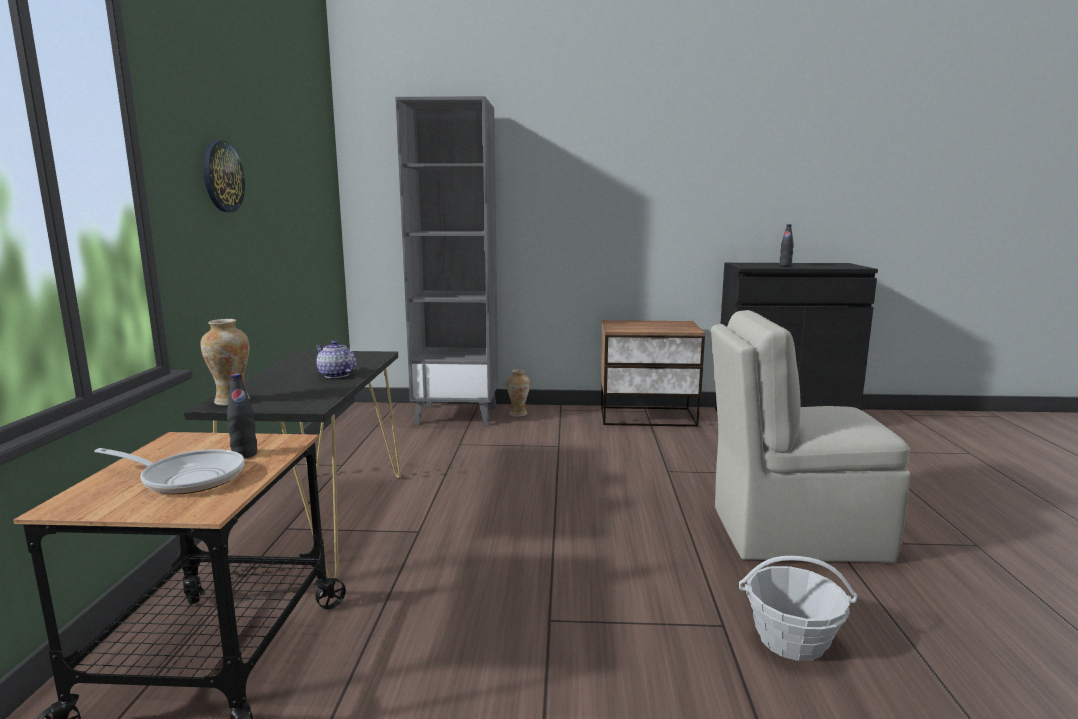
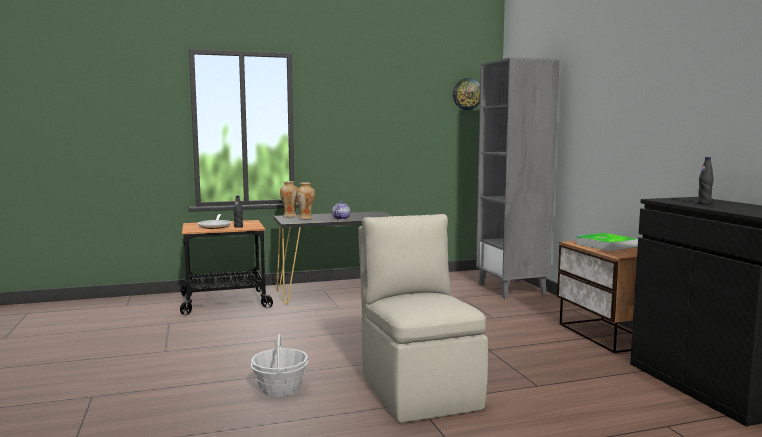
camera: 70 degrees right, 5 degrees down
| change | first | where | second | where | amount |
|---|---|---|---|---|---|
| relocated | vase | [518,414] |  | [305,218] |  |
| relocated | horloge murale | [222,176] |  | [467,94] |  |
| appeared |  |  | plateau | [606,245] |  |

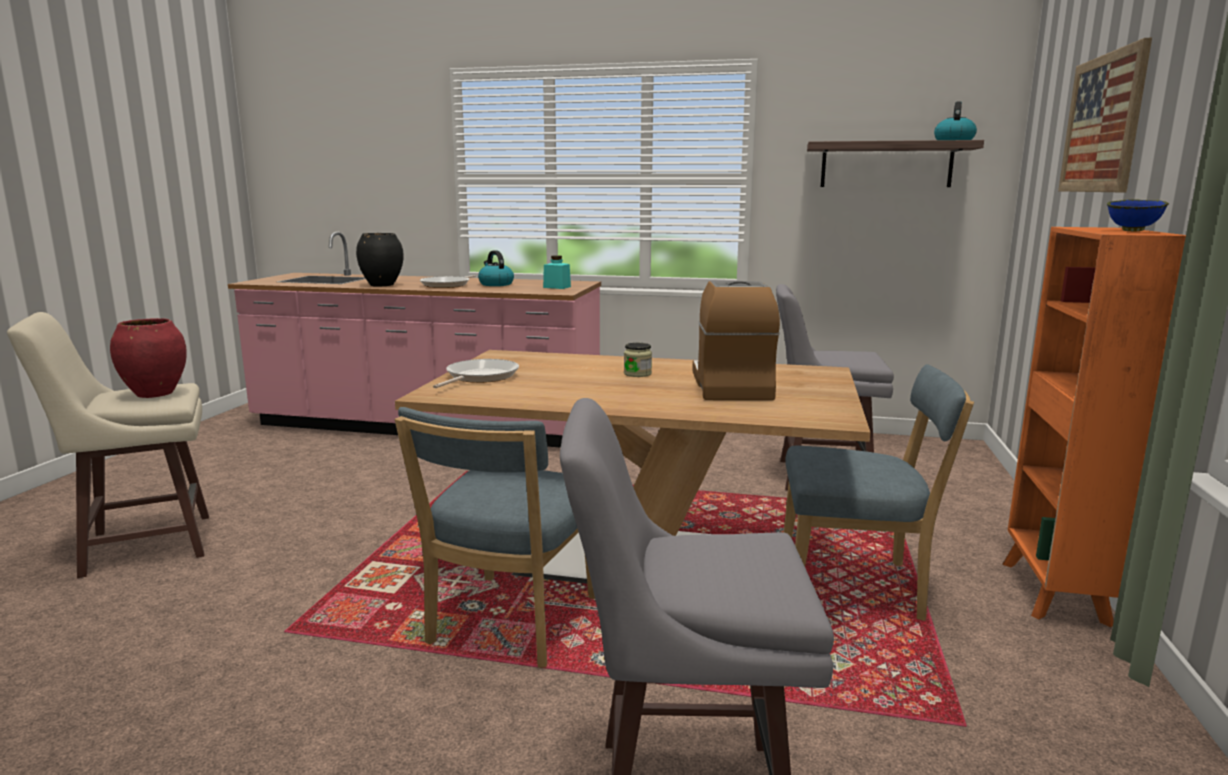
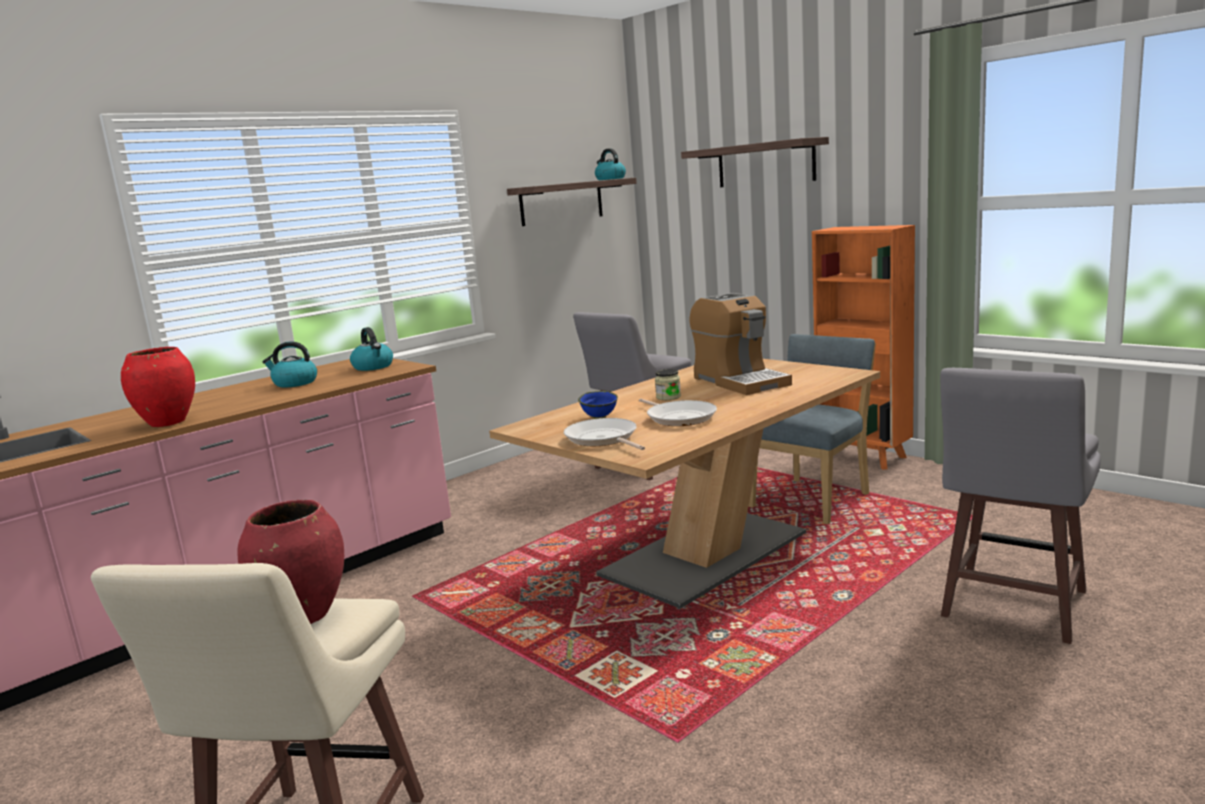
camera: 55 degrees left, 0 degrees up
| change | first | where | second | where | amount |
|---|---|---|---|---|---|
| colour | vase [noir] | [382,285] | vase [rouge] | [167,423] |  |
| exchanged | bocal [turquoise] | [557,287] | bouilloire | [373,367] |  |
| relocated | bol [bleu] | [1133,231] |  | [600,418] |  |
| relocated | poêle | [447,285] |  | [679,417] |  |
| exchanged | tableau | [1102,124] | étagère | [765,164] |  |
| spun | machine à café | [731,386] |  | [739,381] | 150 degrees counterclockwise |
| missing | chaise [bleu] | [509,624] |  |  |  |

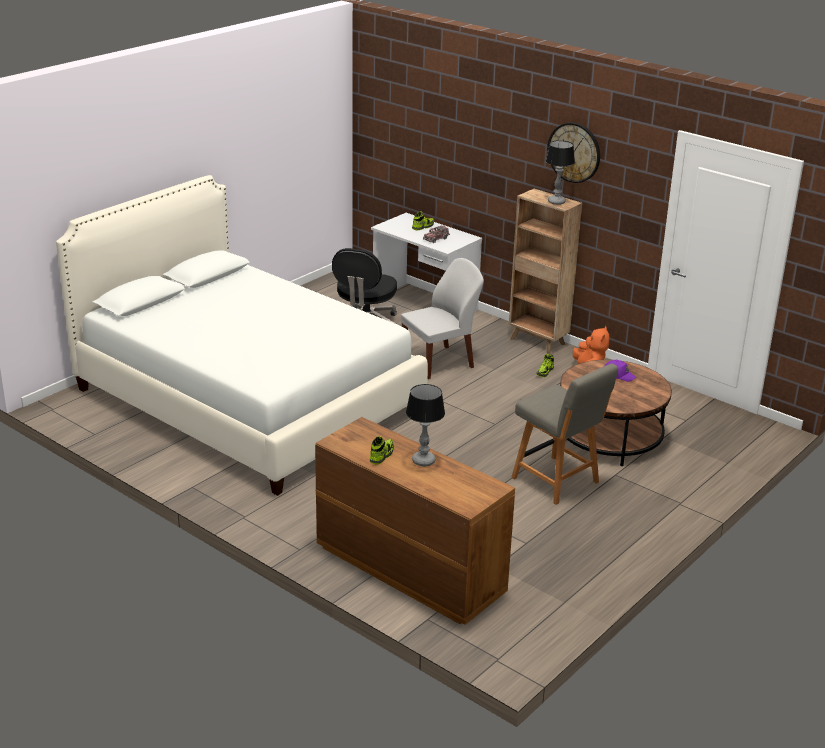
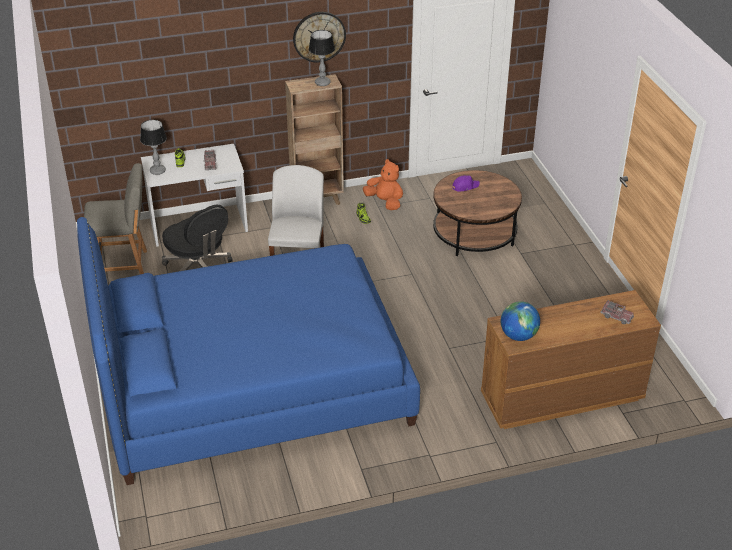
camera: 55 degrees left, 10 degrees up
| change | first | where | second | where | amount |
|---|---|---|---|---|---|
| colour | lit [blanc] | [248,399] | lit [bleu] | [252,384] |  |
| relocated | chaise [gris] | [557,481] |  | [124,267] |  |
| relocated | lampe de table | [423,461] |  | [157,171] |  |
| appeared |  |  | globe | [518,336] |  |
| appeared |  |  | camion jouet | [616,316] |  |
| missing | chaussure | [381,455] |  |  |  |

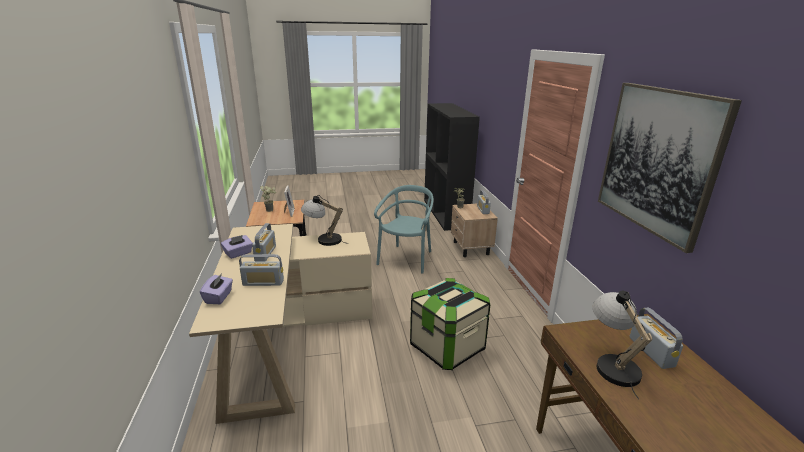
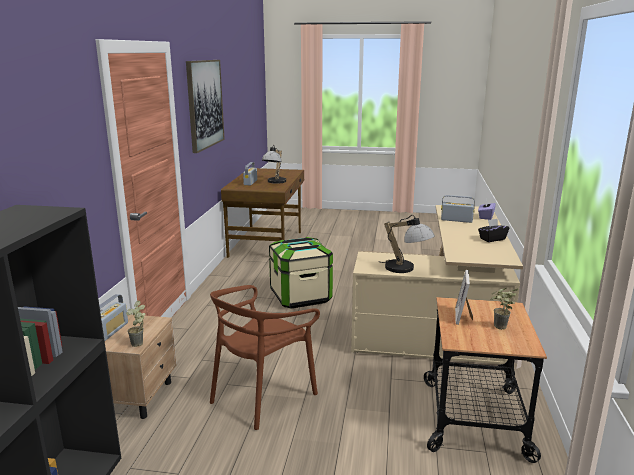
camera: 160 degrees left, 5 degrees down
| change | first | where | second | where | amount |
|---|---|---|---|---|---|
| colour | chaise [turquoise] | [406,259] | chaise [marron] | [262,396] |  |
| colour | boîte à mouchoirs [violet] | [238,253] | boîte à mouchoirs [noir] | [492,239] |  |
| missing | radio | [265,253] |  |  |  |

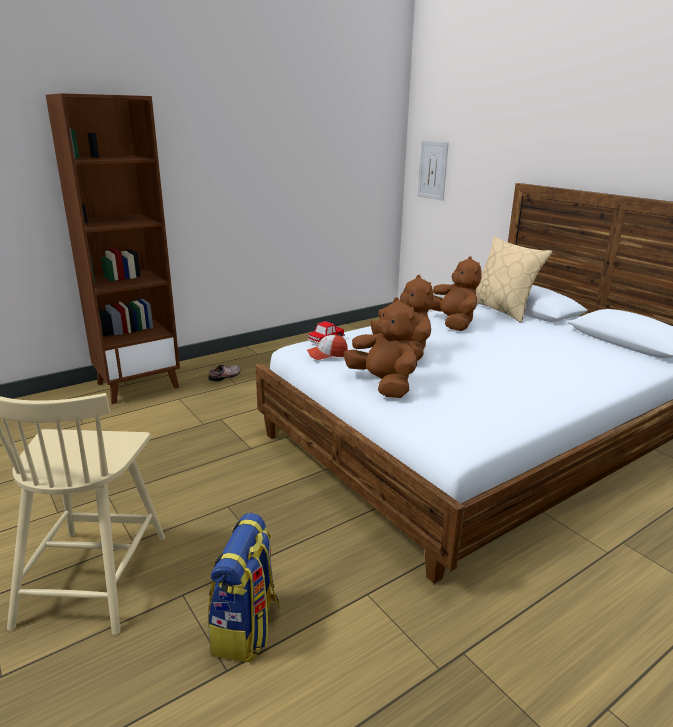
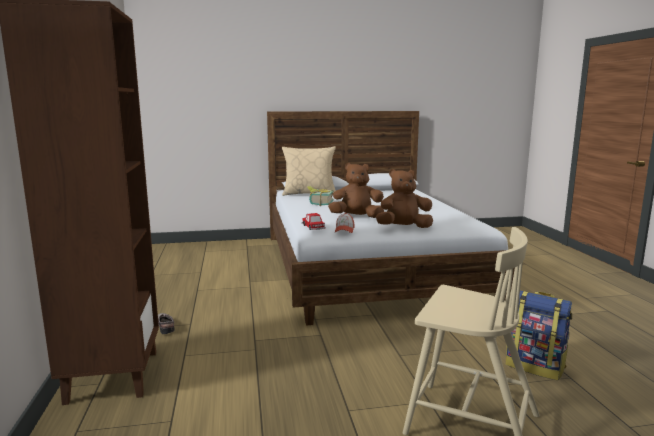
camera: 65 degrees left, 10 degrees down
| change | first | where | second | where | amount |
|---|---|---|---|---|---|
| exchanged | peluche [marron] | [453,323] | livre | [318,203] |  |
| missing | tableau | [432,170] |  |  |  |

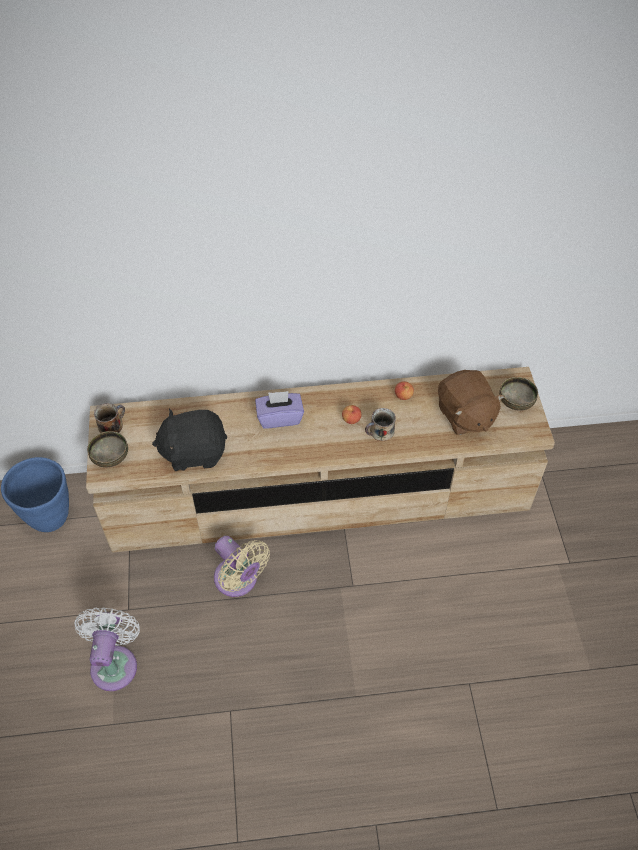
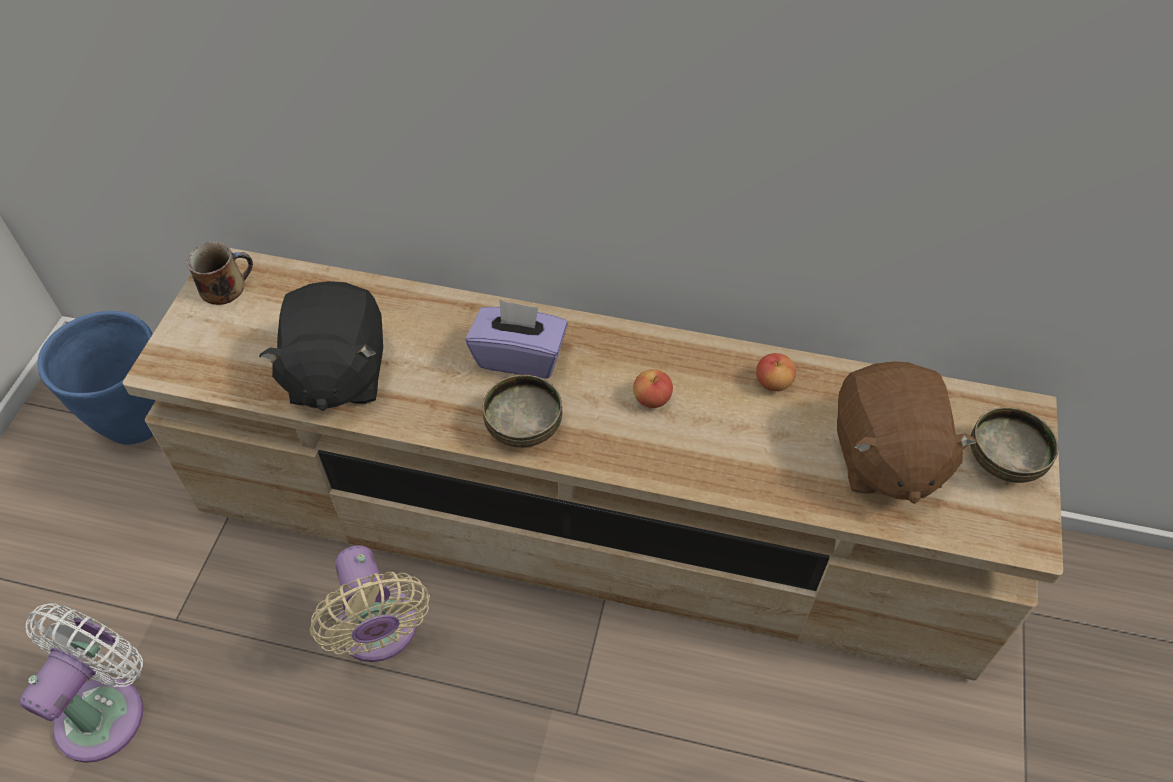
camera: 20 degrees right, 0 degrees up
| change | first | where | second | where | amount |
|---|---|---|---|---|---|
| spun | peluche [noir] | [194,452] |  | [336,374] | 105 degrees counterclockwise |
| relocated | bol | [110,458] |  | [523,428] |  |
| missing | mug | [380,432] |  |  |  |

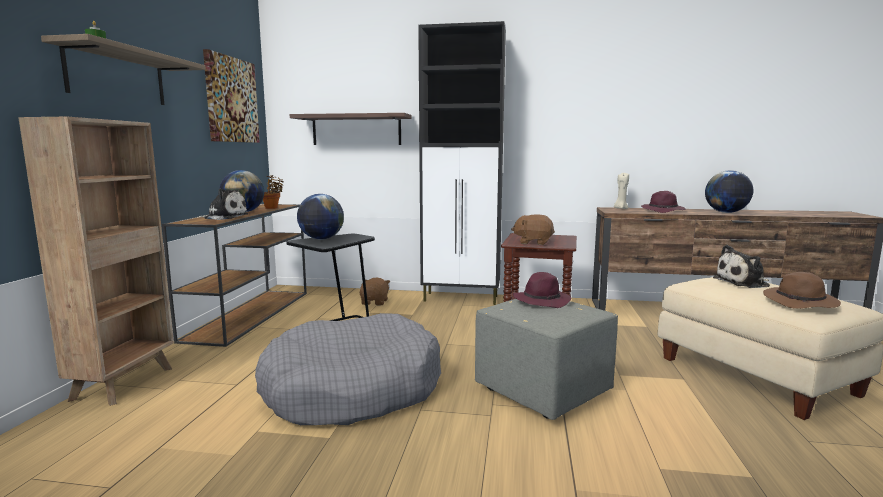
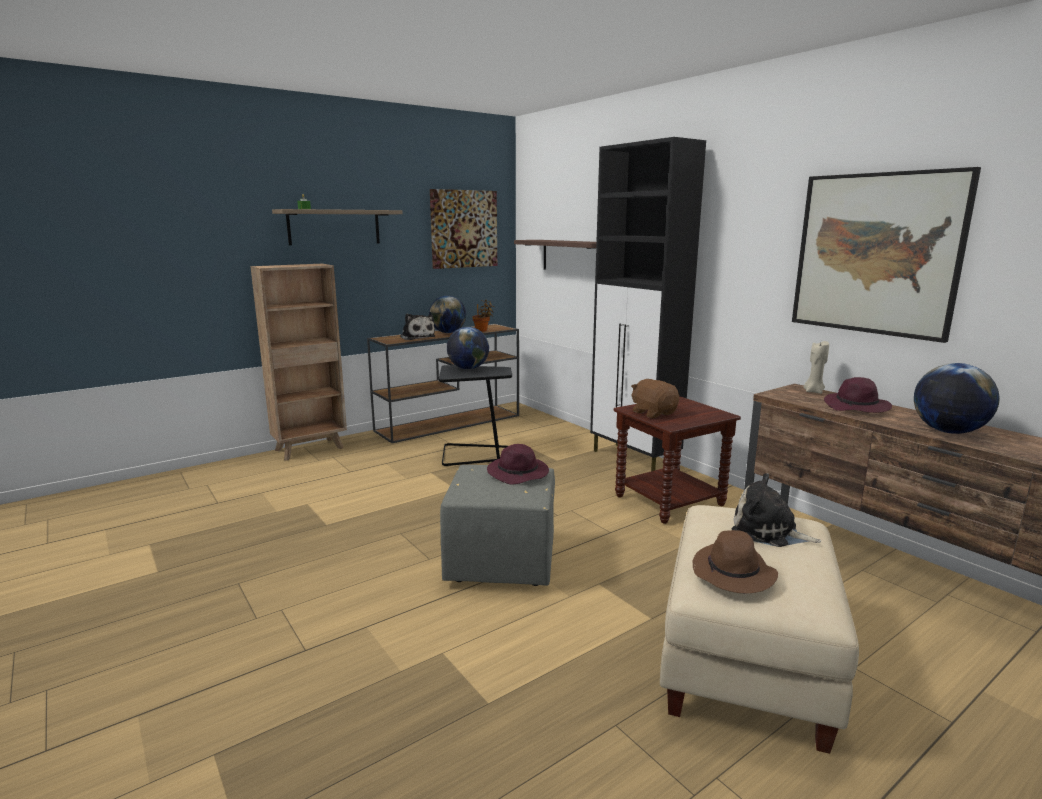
camera: 45 degrees right, 5 degrees up
| change | first | where | second | where | amount |
|---|---|---|---|---|---|
| appeared |  |  | tableau | [876,254] |  |
| missing | panier pour chien [gris] | [352,389] |  |  |  |
| missing | peluche [marron] | [375,302] |  |  |  |

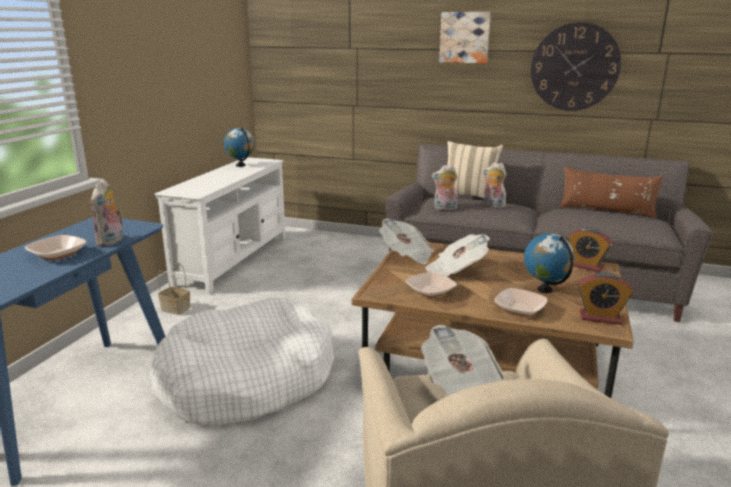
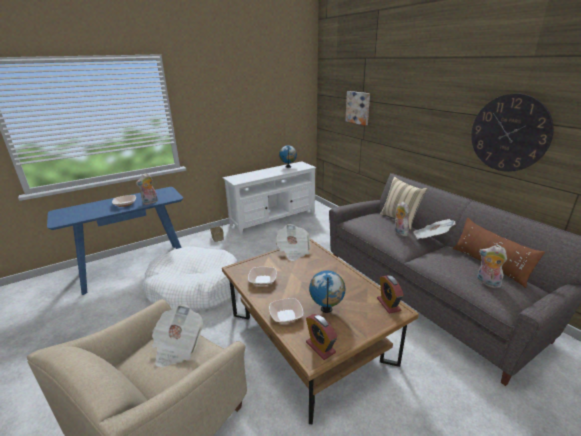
camera: 40 degrees right, 5 degrees up
| change | first | where | second | where | amount |
|---|---|---|---|---|---|
| relocated | tableau | [464,37] |  | [358,107] |  |
| relocated | journal | [456,270] |  | [431,237] |  |
| relocated | peluche | [444,208] |  | [487,283] |  |

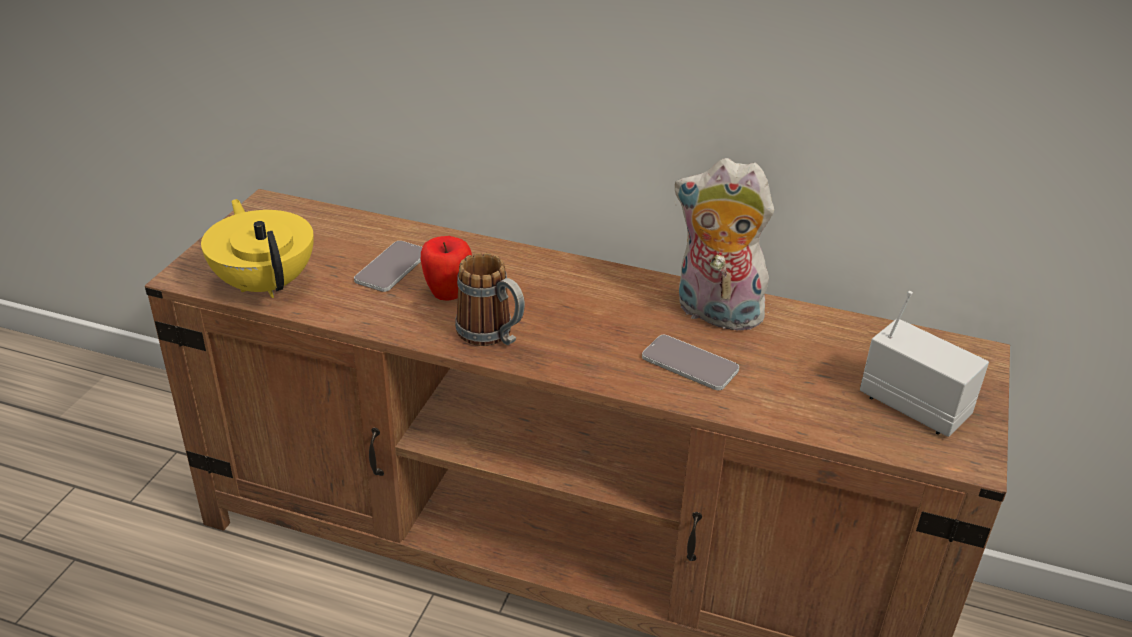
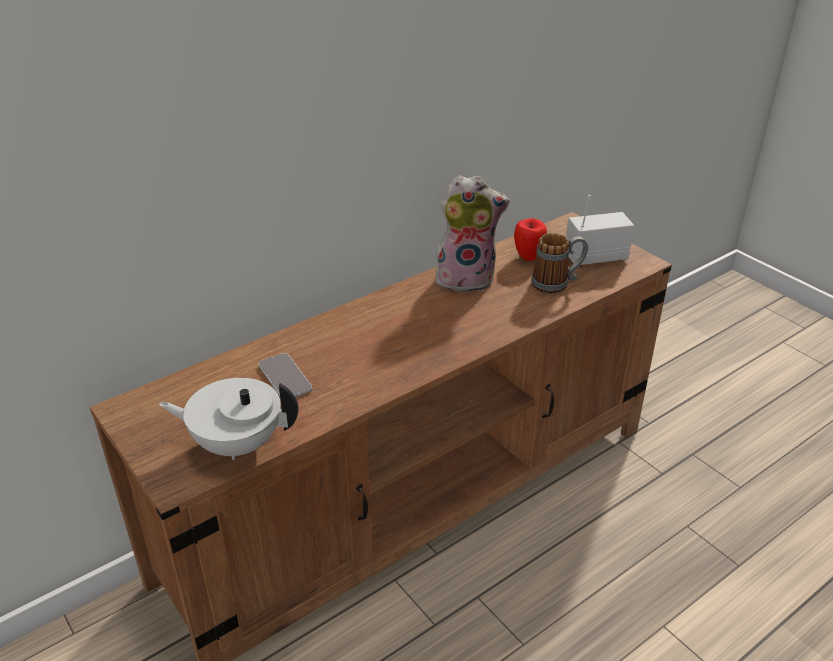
camera: 55 degrees left, 0 degrees up
| change | first | where | second | where | amount |
|---|---|---|---|---|---|
| colour | théière [jaune] | [266,283] | théière [blanc] | [237,443] |  |
| spun | peluche | [714,314] |  | [466,279] | 150 degrees counterclockwise |
| relocated | pomme | [448,294] |  | [528,256] |  |
| relocated | mug | [492,336] |  | [557,283] |  |
| missing | téléphone | [689,364] |  |  |  |

